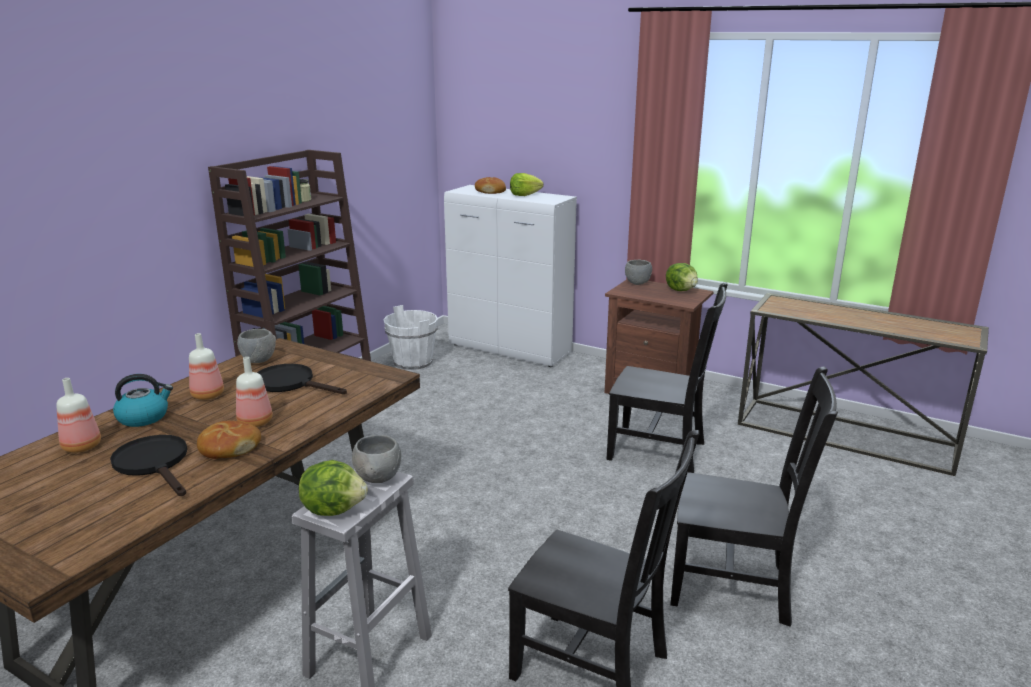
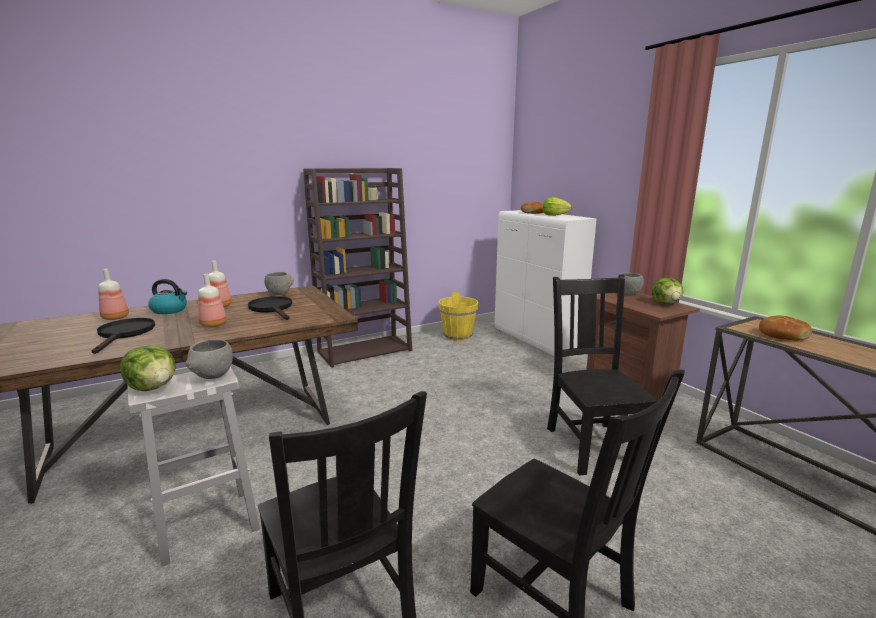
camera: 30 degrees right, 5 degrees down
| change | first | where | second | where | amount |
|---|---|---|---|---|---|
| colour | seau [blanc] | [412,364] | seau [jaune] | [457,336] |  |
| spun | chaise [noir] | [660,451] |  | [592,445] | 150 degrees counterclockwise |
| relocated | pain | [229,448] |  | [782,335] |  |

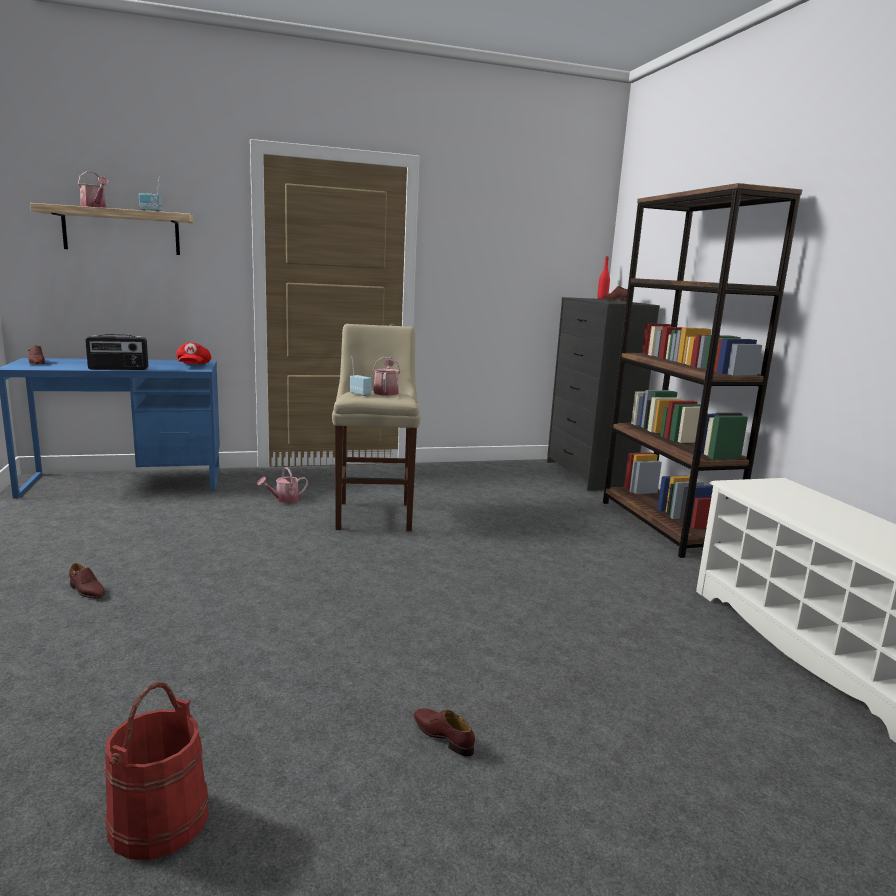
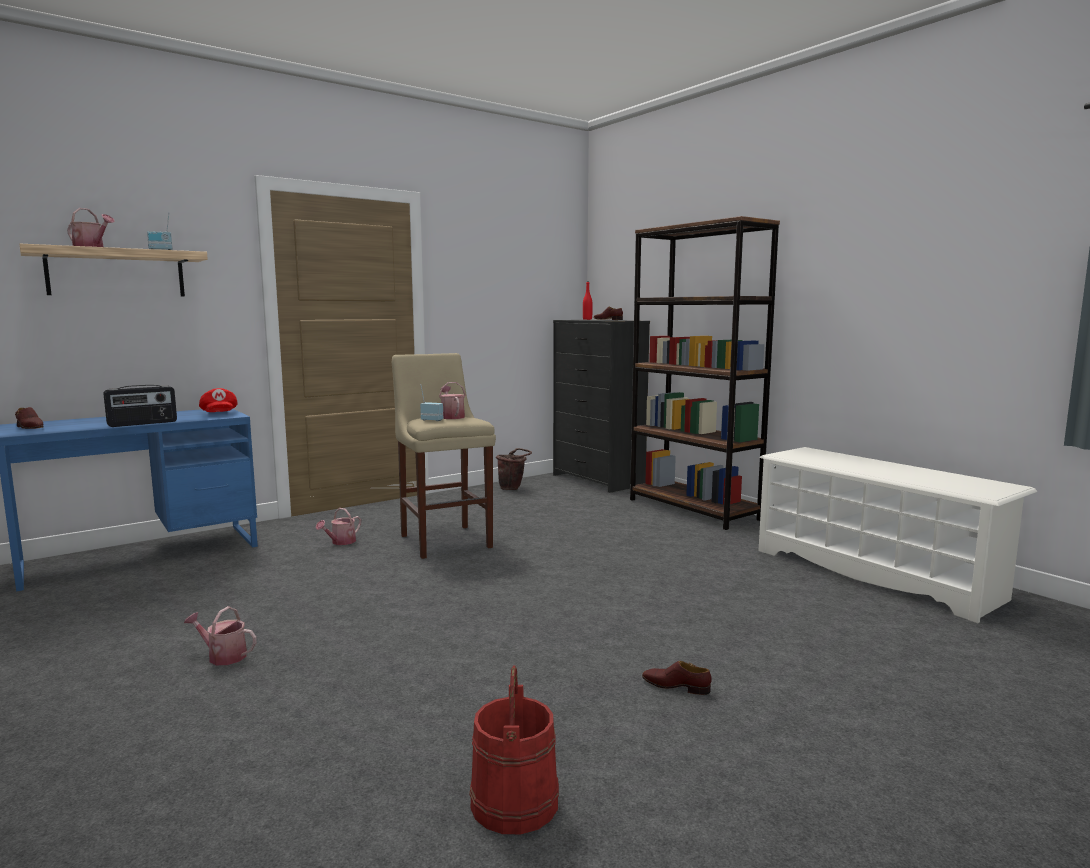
camera: 20 degrees left, 5 degrees down
| change | first | where | second | where | amount |
|---|---|---|---|---|---|
| exchanged | chaussure [marron] | [86,591] | arrosoir | [223,656] |  |
| appeared |  |  | seau [marron] | [513,488] |  |

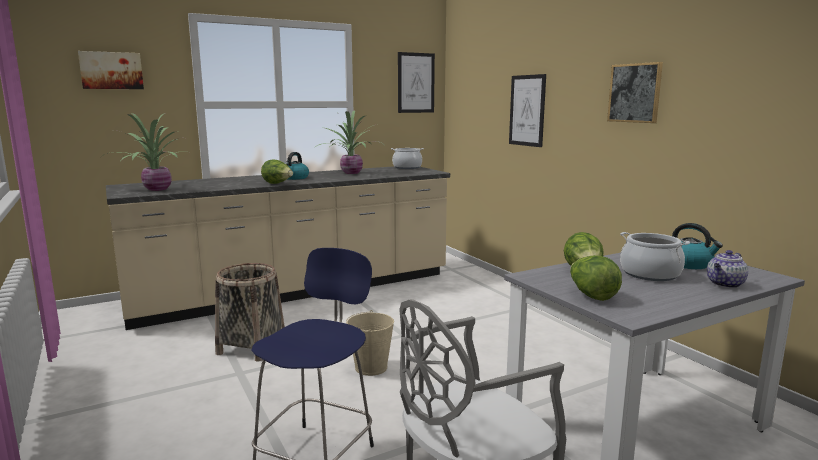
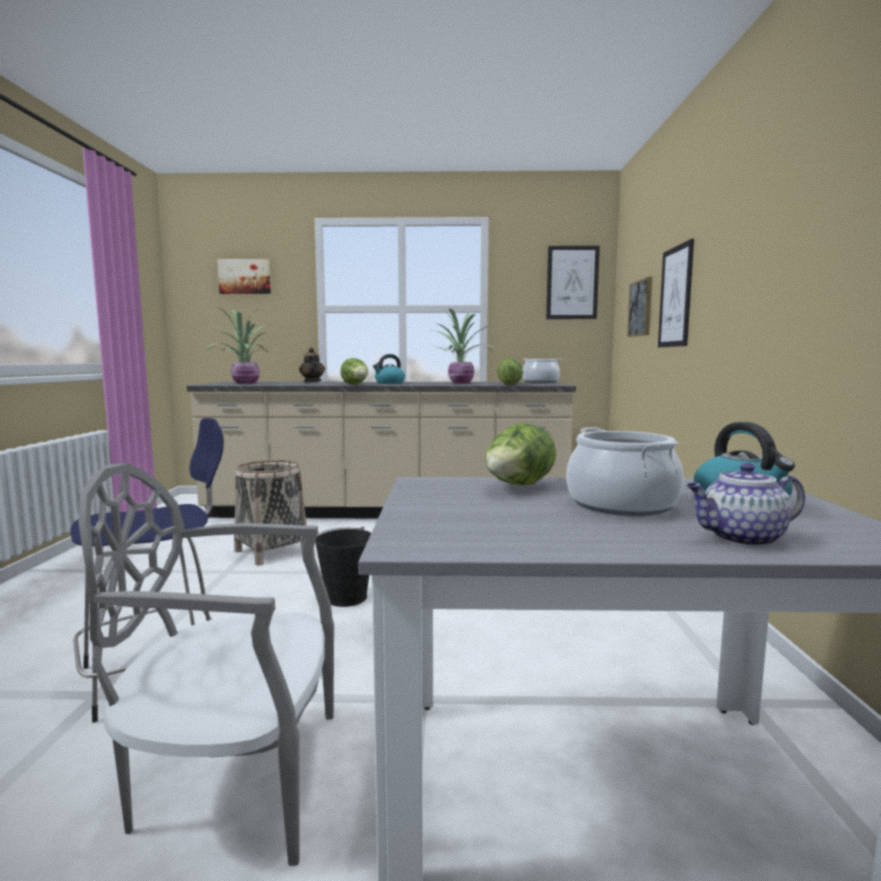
camera: 30 degrees right, 5 degrees down
| change | first | where | second | where | amount |
|---|---|---|---|---|---|
| appeared |  |  | théière | [312,382] |  |
| colour | seau [beige] | [371,367] | seau [noir] | [346,597] |  |
| relocated | laitue | [591,295] |  | [510,384] |  |
| relocated | tableau | [634,93] |  | [641,308] |  |

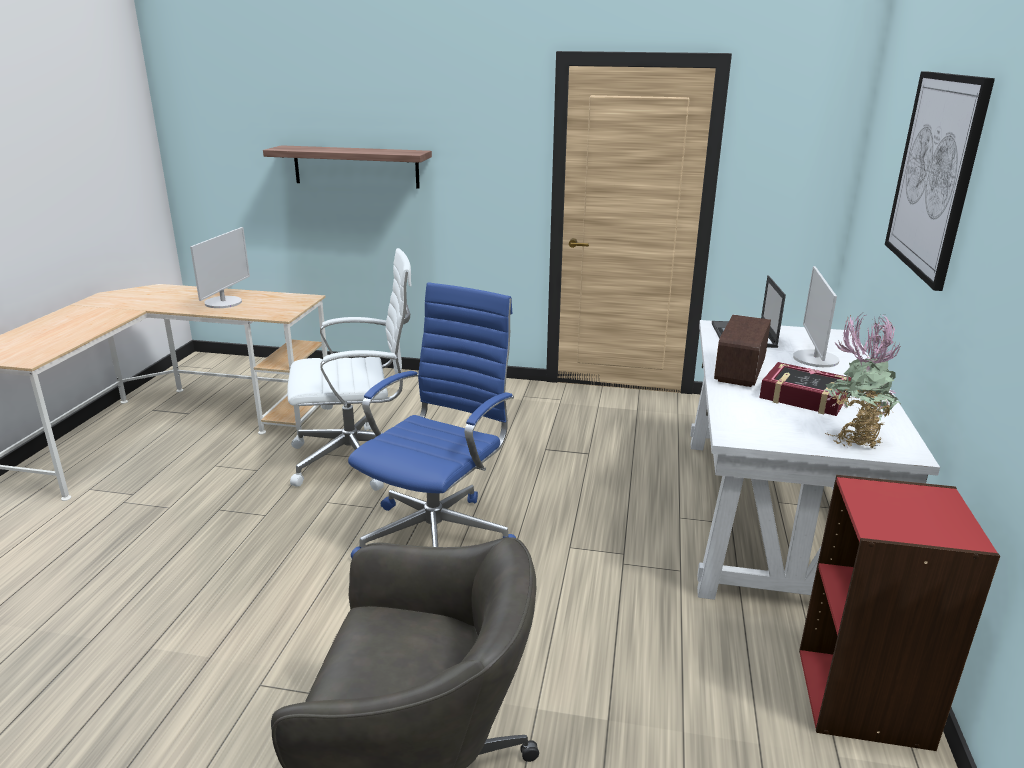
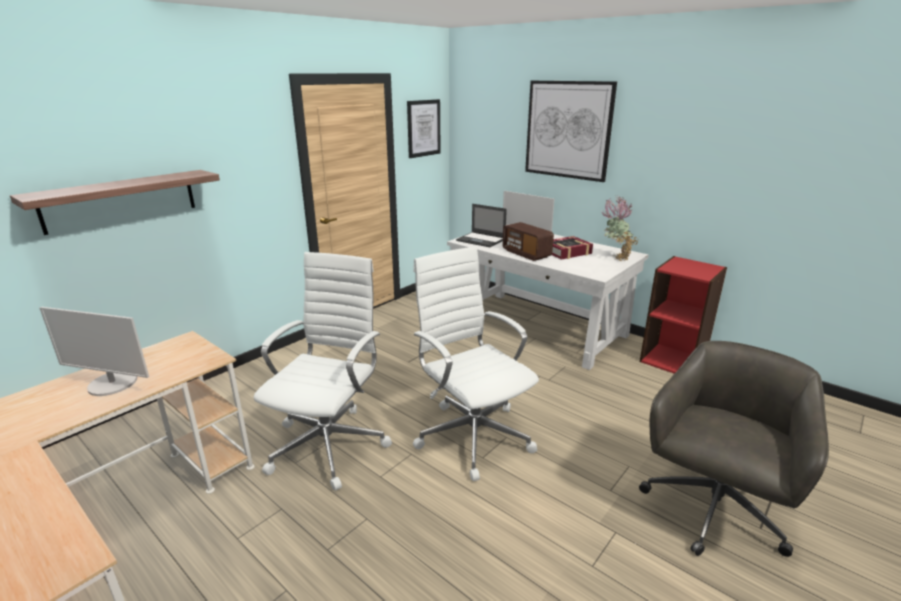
camera: 60 degrees left, 0 degrees up
| change | first | where | second | where | amount |
|---|---|---|---|---|---|
| spun | écran d'ordinateur | [224,302] |  | [112,384] | 150 degrees clockwise |
| appeared |  |  | tableau | [423,128] |  |
| colour | chaise de bureau [bleu] | [438,535] | chaise de bureau [blanc] | [472,434] |  |

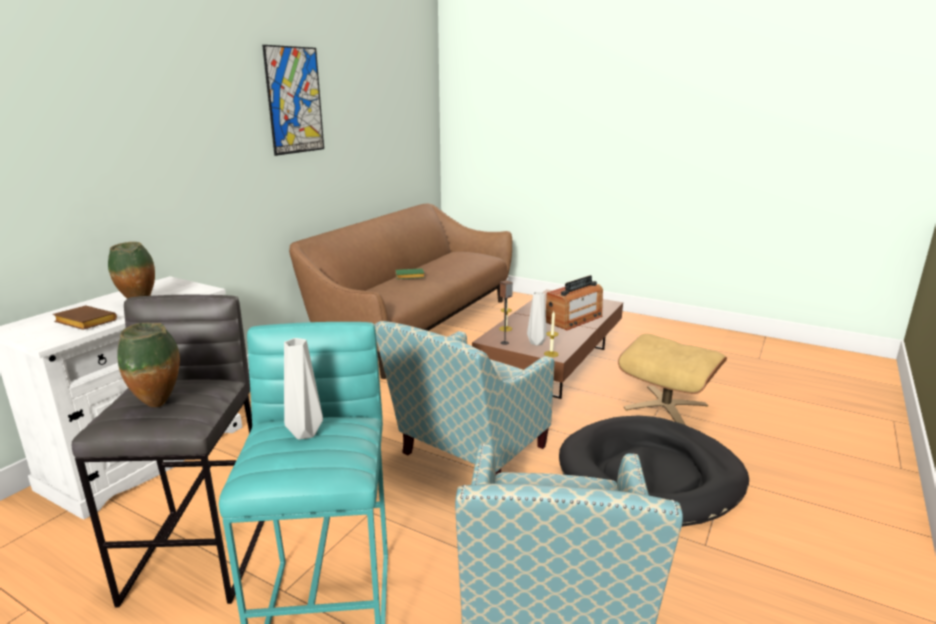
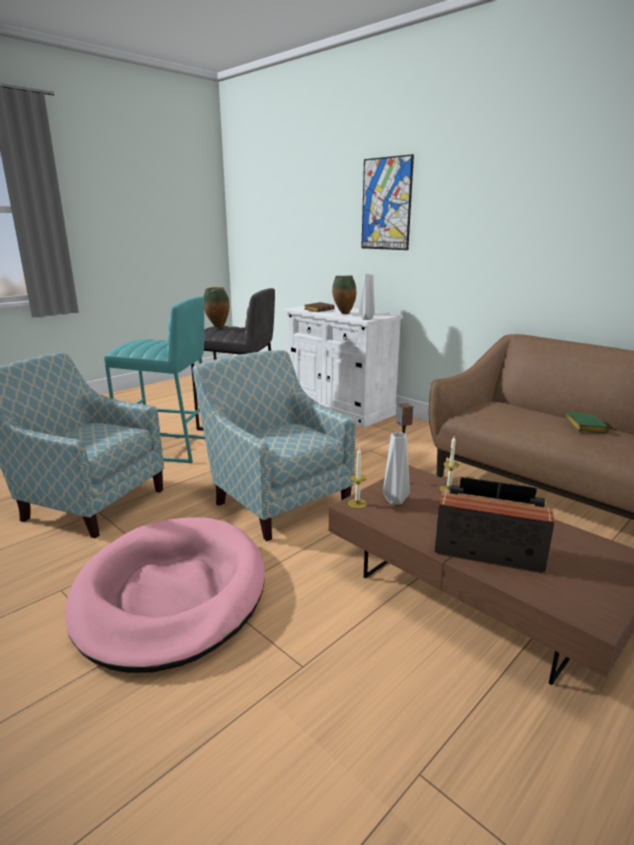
camera: 105 degrees right, 0 degrees up
| change | first | where | second | where | amount |
|---|---|---|---|---|---|
| colour | panier pour chien [noir] | [650,475] | panier pour chien [rose] | [171,594] |  |
| relocated | vase [gris] | [305,434] |  | [366,319] |  |
| relocated | tableau | [294,100] |  | [386,204] |  |
| spun | radio | [574,319] |  | [489,550] | 135 degrees clockwise |
| missing | pouf [beige] | [666,406] |  |  |  |

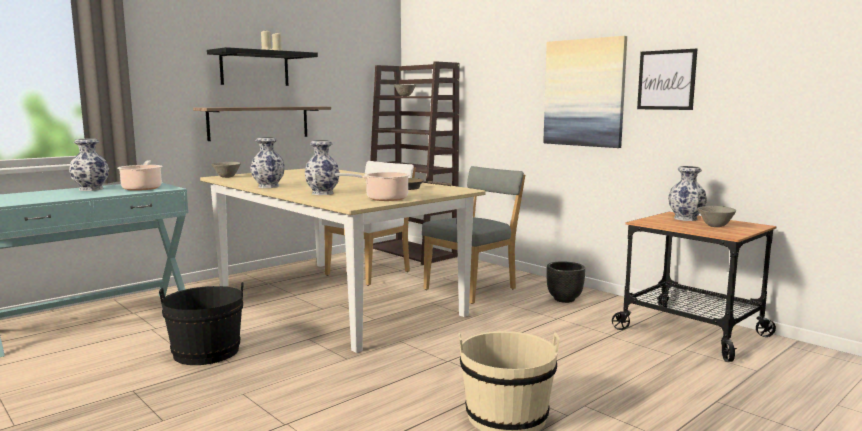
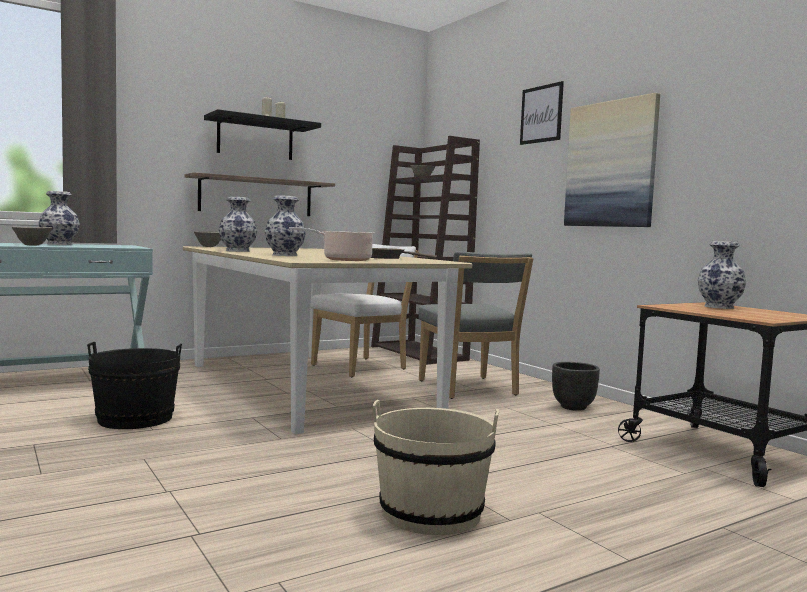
camera: 10 degrees right, 5 degrees down
| change | first | where | second | where | amount |
|---|---|---|---|---|---|
| relocated | bol [gris] | [715,226] |  | [32,245] |  |
| spun | chaise [gris] | [473,288] |  | [469,389] | 105 degrees clockwise |
| relocated | tableau | [666,80] |  | [541,114] |  |
| missing | marmite | [142,188] |  |  |  |

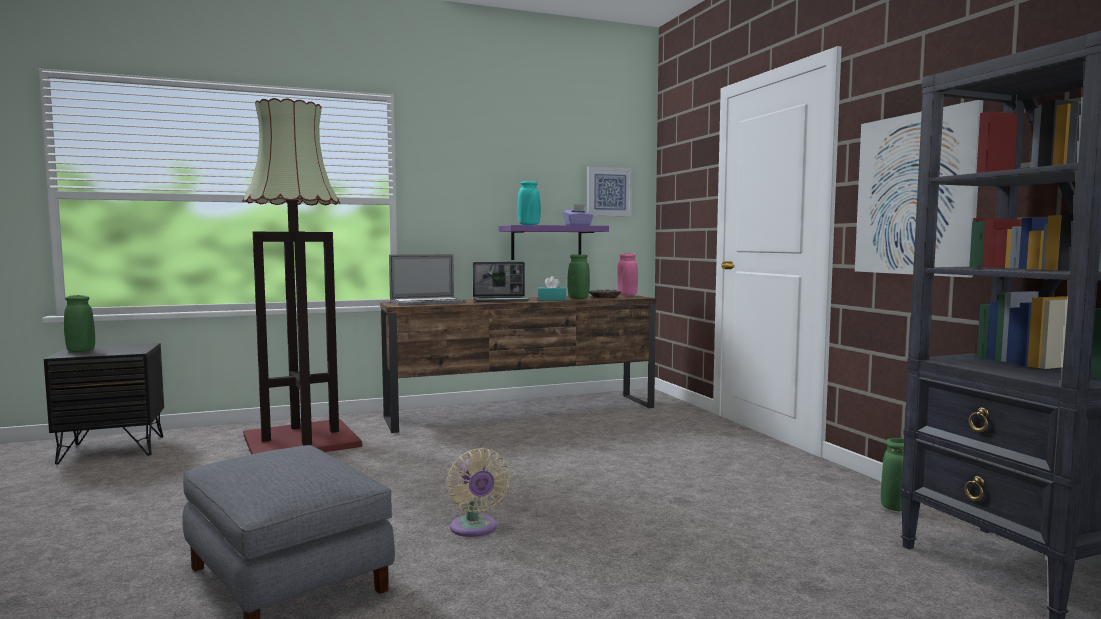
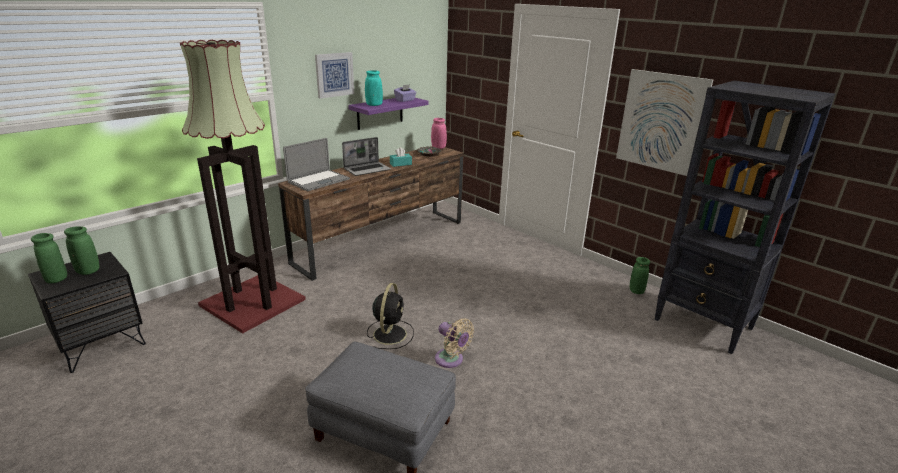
camera: 25 degrees left, 20 degrees up
| change | first | where | second | where | amount |
|---|---|---|---|---|---|
| relocated | vase [vert] | [578,298] |  | [88,271] |  |
| relocated | tableau | [609,192] |  | [334,74] |  |
| appeared |  |  | ventilateur [noir] | [390,333] |  |

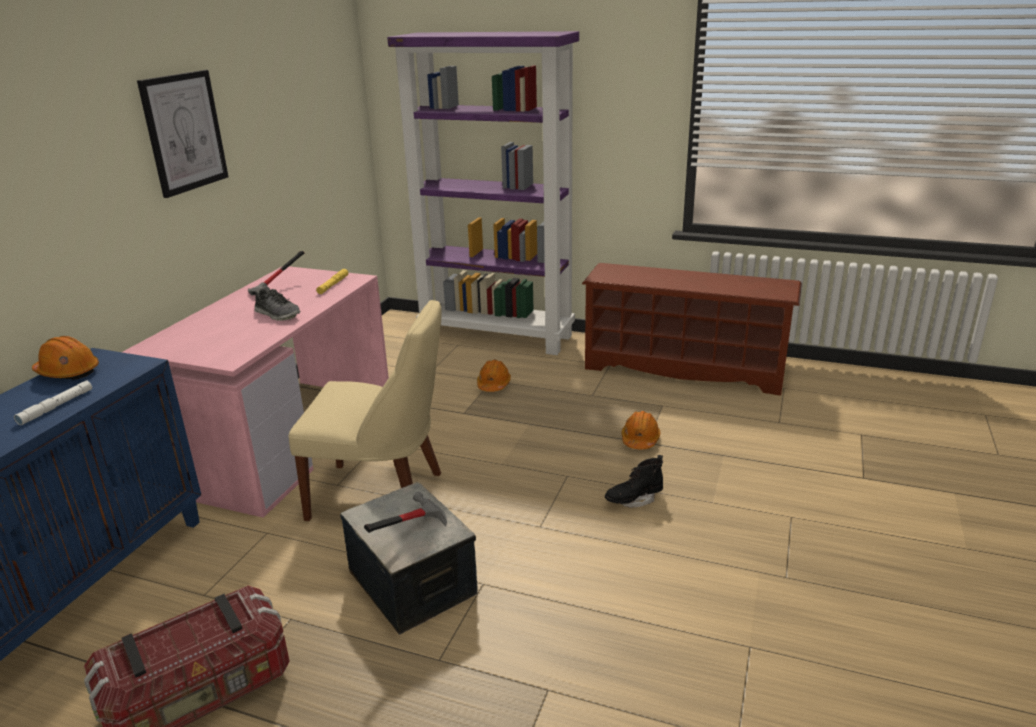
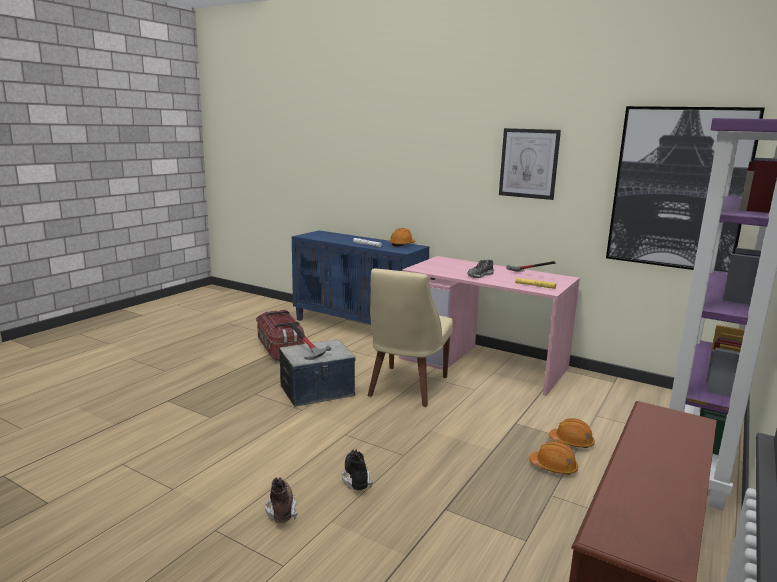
camera: 100 degrees right, 10 degrees down
| change | first | where | second | where | amount |
|---|---|---|---|---|---|
| appeared |  |  | botte [marron] | [281,510] |  |
| relocated | casque de chantier [orange] | [640,439] |  | [553,467] |  |
| appeared |  |  | tableau | [678,189] |  |

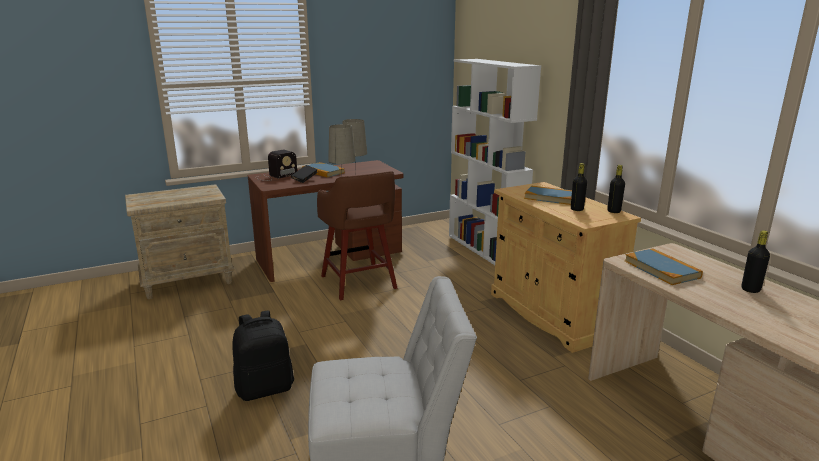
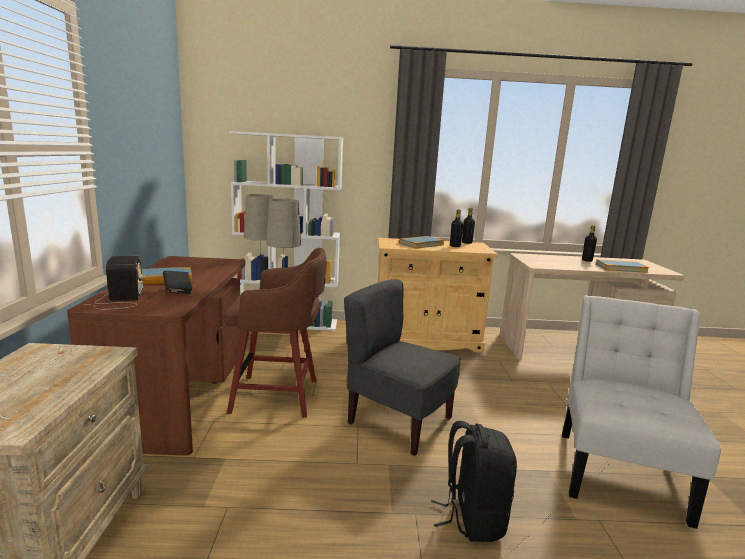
camera: 65 degrees left, 5 degrees down
| change | first | where | second | where | amount |
|---|---|---|---|---|---|
| appeared |  |  | chaise [gris] | [399,422] |  |
| relocated | livre | [661,269] |  | [621,268] |  |

